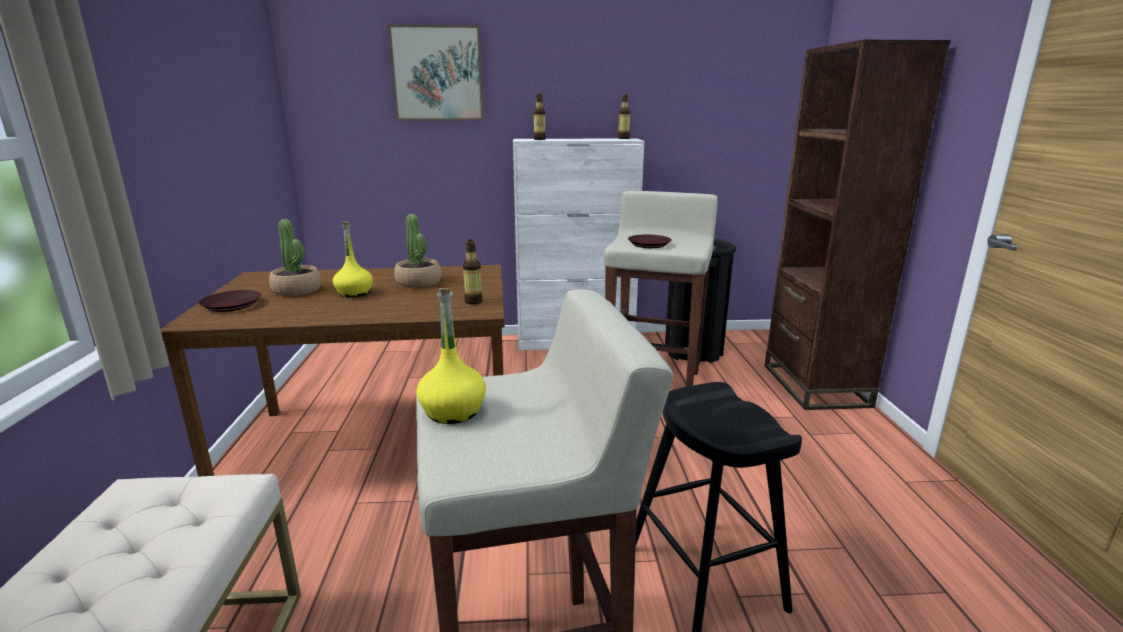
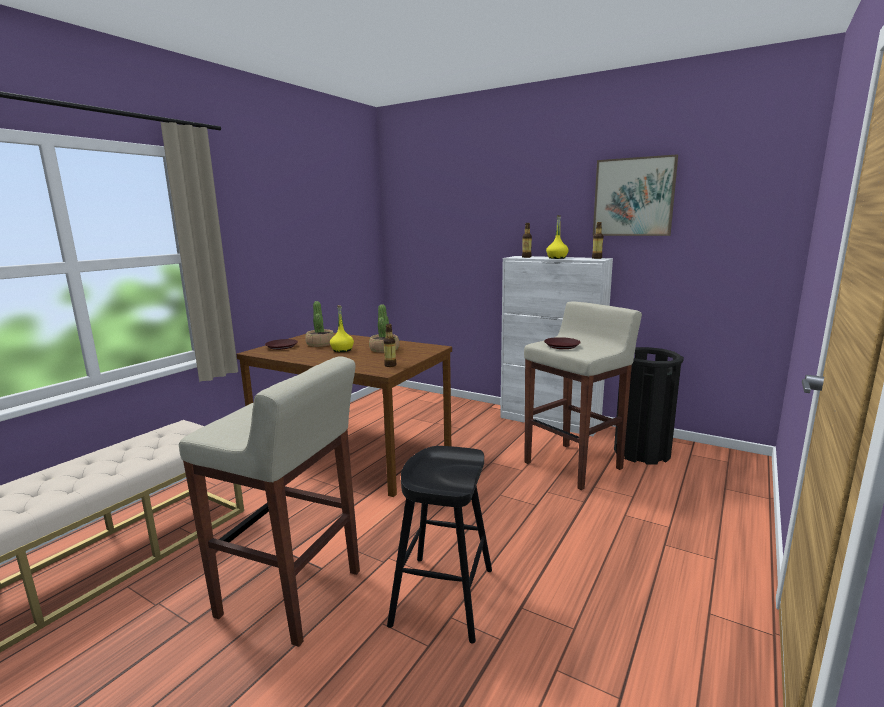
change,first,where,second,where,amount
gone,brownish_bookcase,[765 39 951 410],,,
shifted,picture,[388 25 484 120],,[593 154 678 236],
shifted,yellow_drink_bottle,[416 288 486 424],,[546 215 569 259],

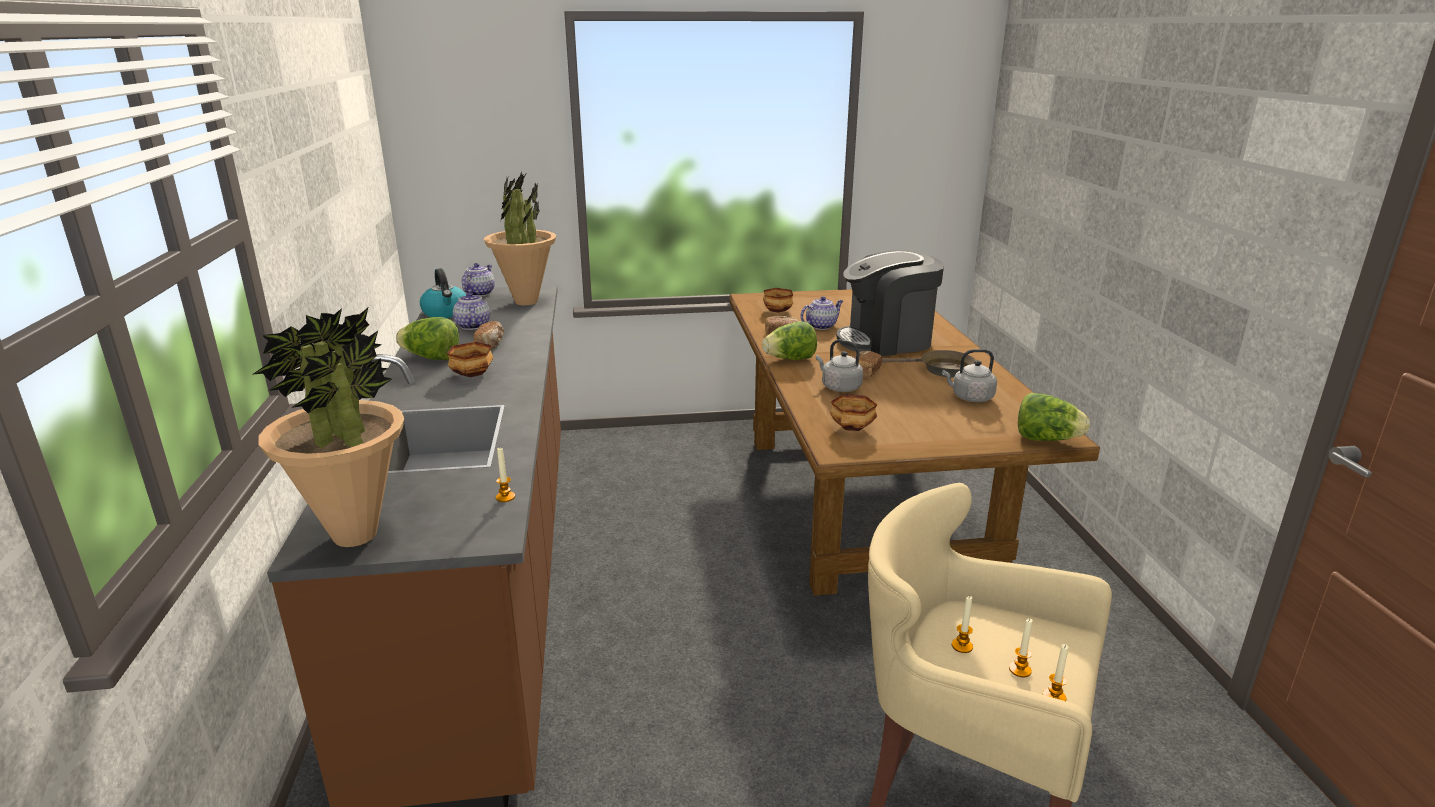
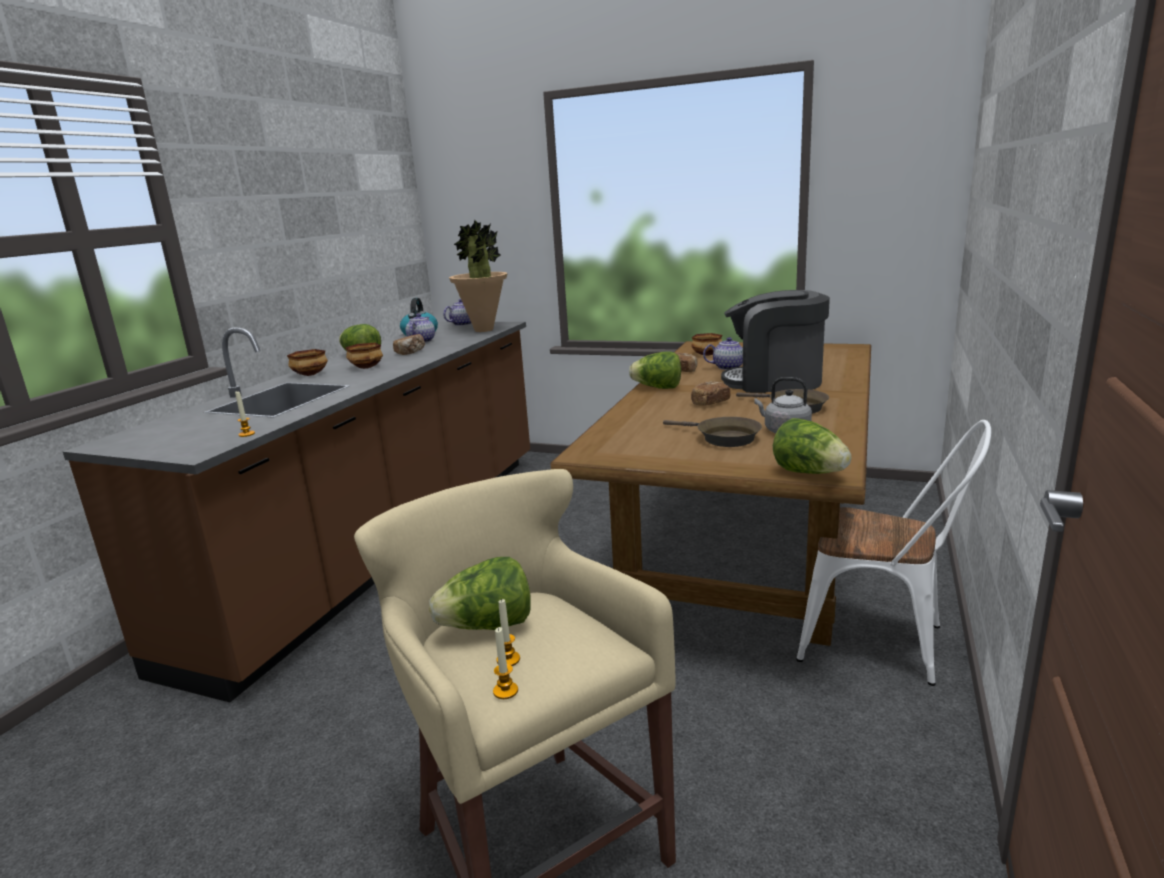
change,first,where,second,where,amount
gone,potted_plant,[252 308 404 547],,,
gone,grey_tea_kettle,[816 339 863 392],,,
new,,,brownish_frying_pan,[663 417 762 447],
new,,,white_chair,[796 420 991 686],
shifted,serving_bowl,[830 394 877 431],,[287 349 328 376],
swapped,candle,[952 596 973 653],lettuce,[429 557 531 630],

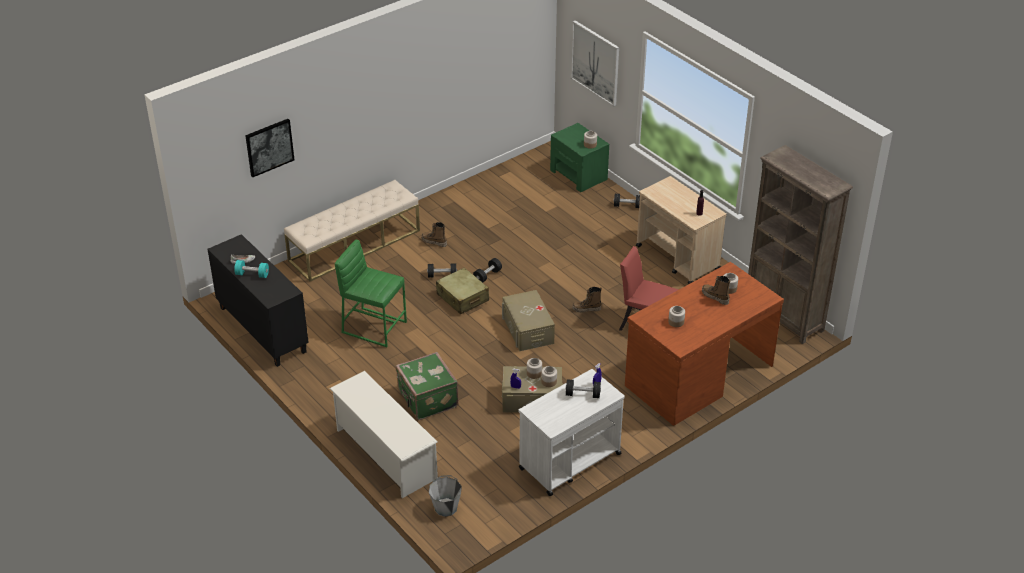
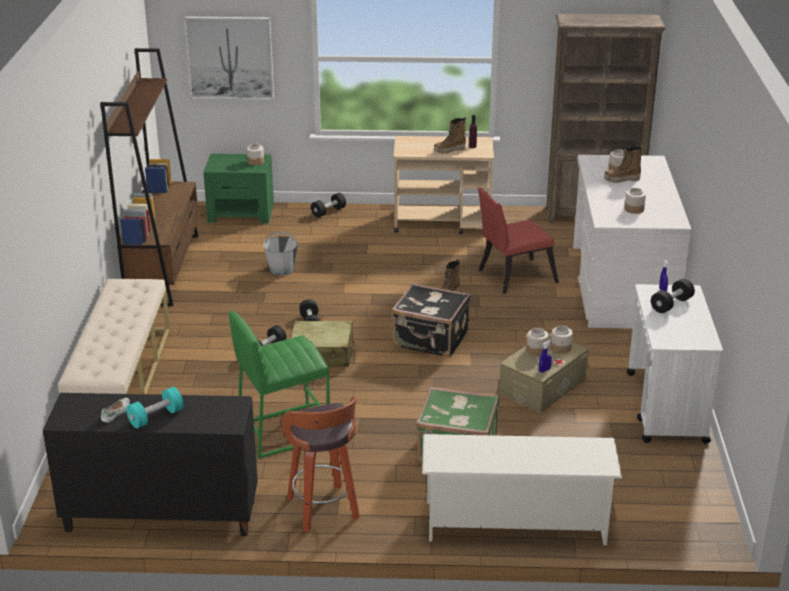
change,first,where,second,where,amount
gone,picture,[245 119 294 177],,,
new,,,brownish_bookcase,[100 48 199 306],
new,,,stool,[280 396 360 532],
shifted,boot,[422 222 447 247],,[434 117 466 154],
shifted,grey_bucket,[429 475 462 517],,[263 232 298 276],
swapped,beige_storage_container,[502 290 555 351],blackish_suitcase,[391 283 470 358],
repainted,brownish_desk,[625 262 784 426],white_desk,[573 155 692 329],

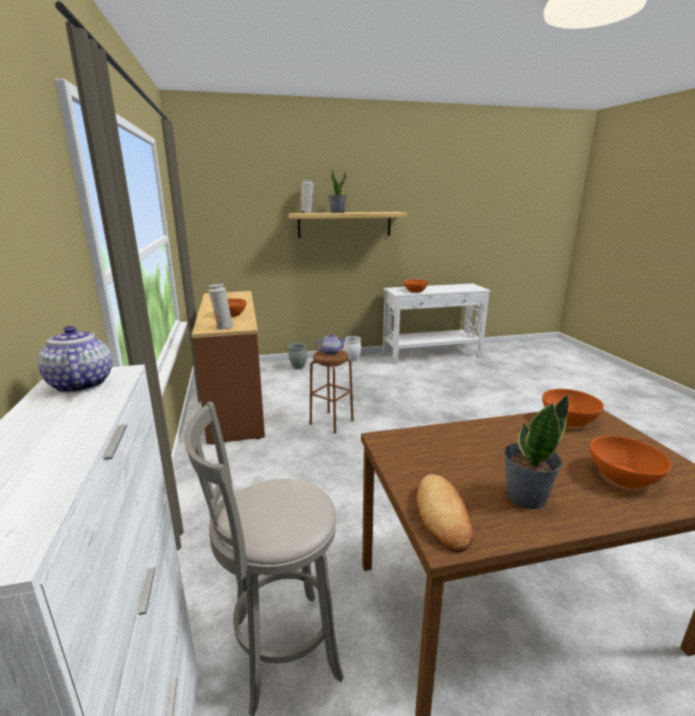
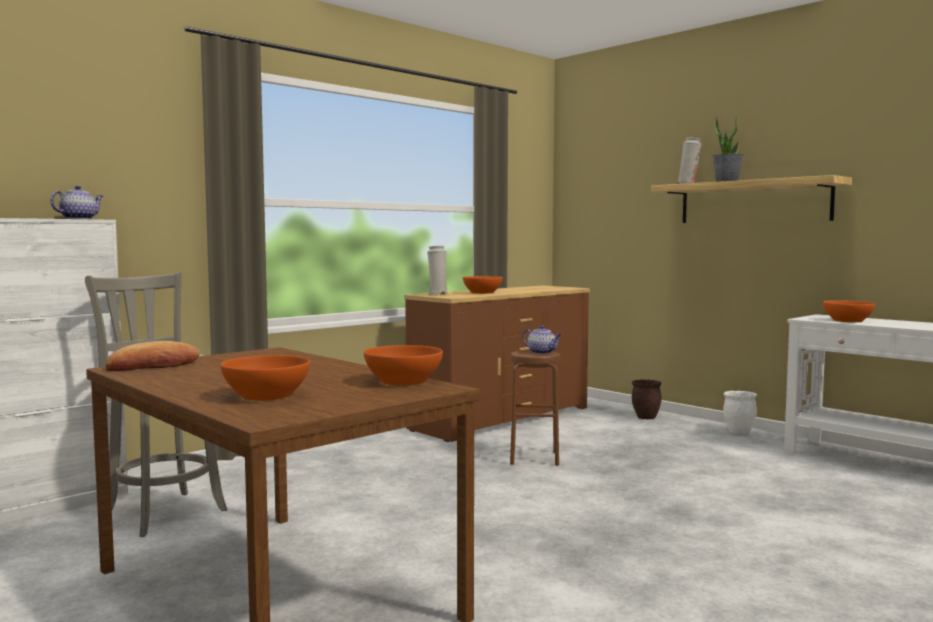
change,first,where,second,where,amount
gone,potted_plant,[504 394 569 510],,,
repainted,grey_planter,[288 343 307 369],brownish_planter,[632 379 661 419],

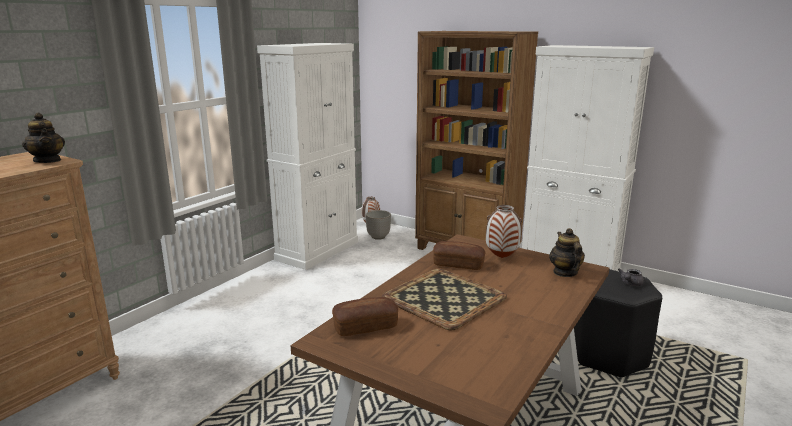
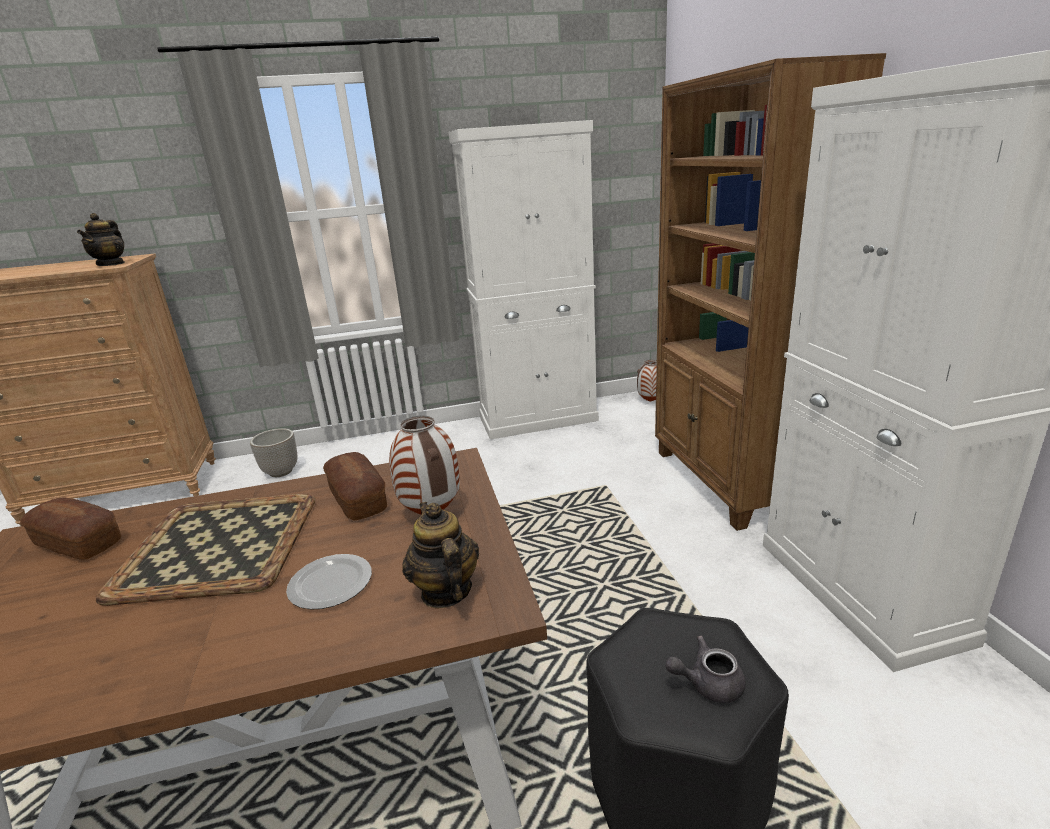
change,first,where,second,where,amount
new,,,dinner_plate,[286 554 372 610],
shifted,planter,[365 210 391 240],,[250 428 297 477],
rotated,pot_for_tea,[549 228 585 277],,[402 502 479 608],60 degrees counterclockwise

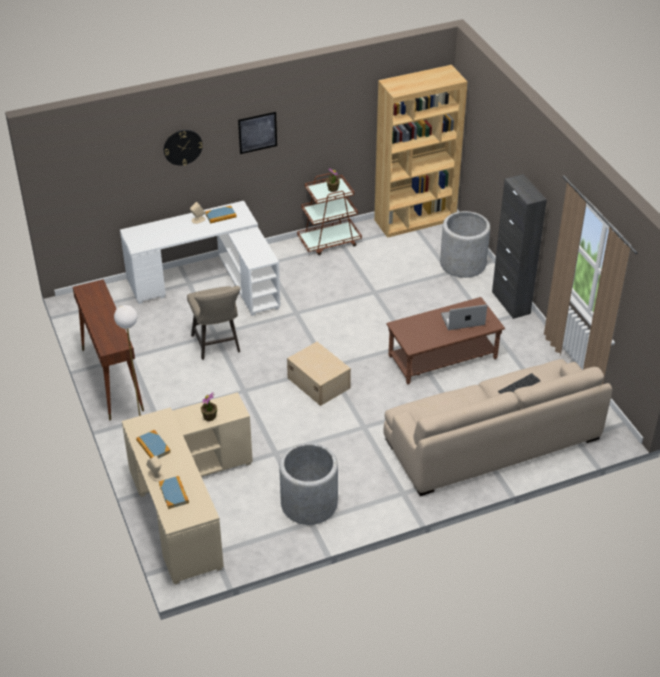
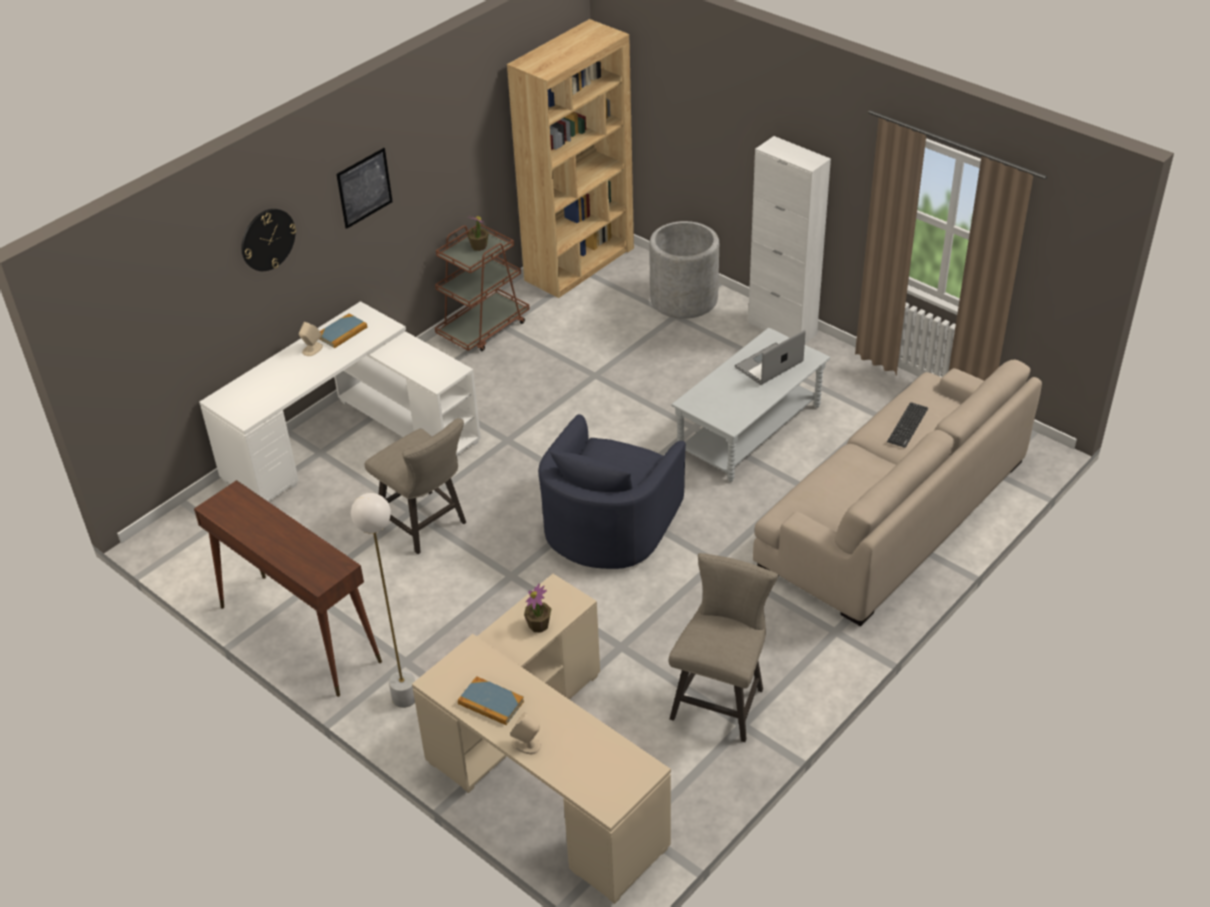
change,first,where,second,where,amount
gone,volume,[159 476 189 509],,,
swapped,grey_planter,[279 443 338 525],beige_stool,[669 553 778 742],
swapped,beige_storage_container,[287 342 351 406],blue_easy_chair,[538 414 686 569],
repainted,brownish_lounge_table,[386 297 505 385],grey_lounge_table,[671 328 830 482],
repainted,blackish_storage_cabinet,[492 174 547 319],white_storage_cabinet,[748 136 831 344],

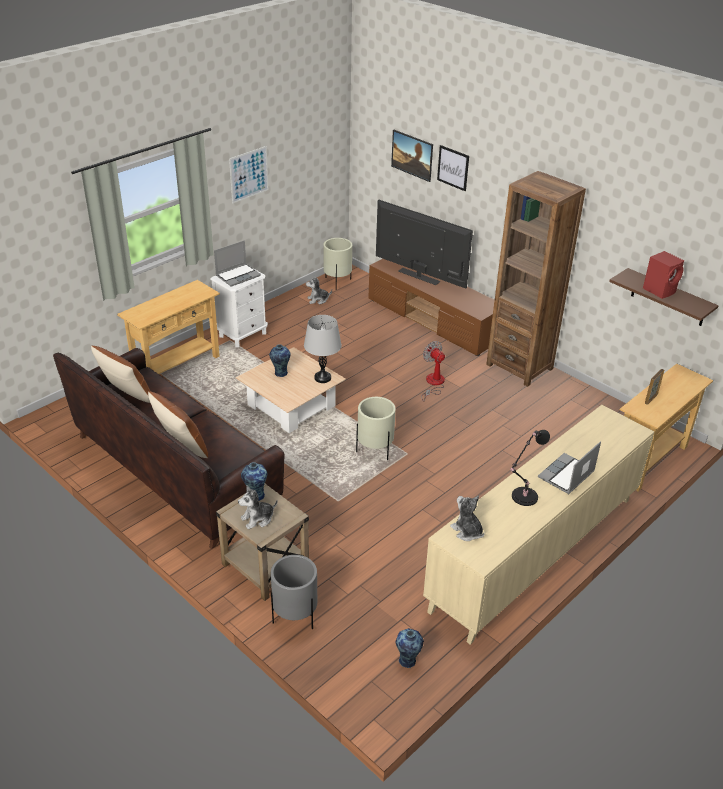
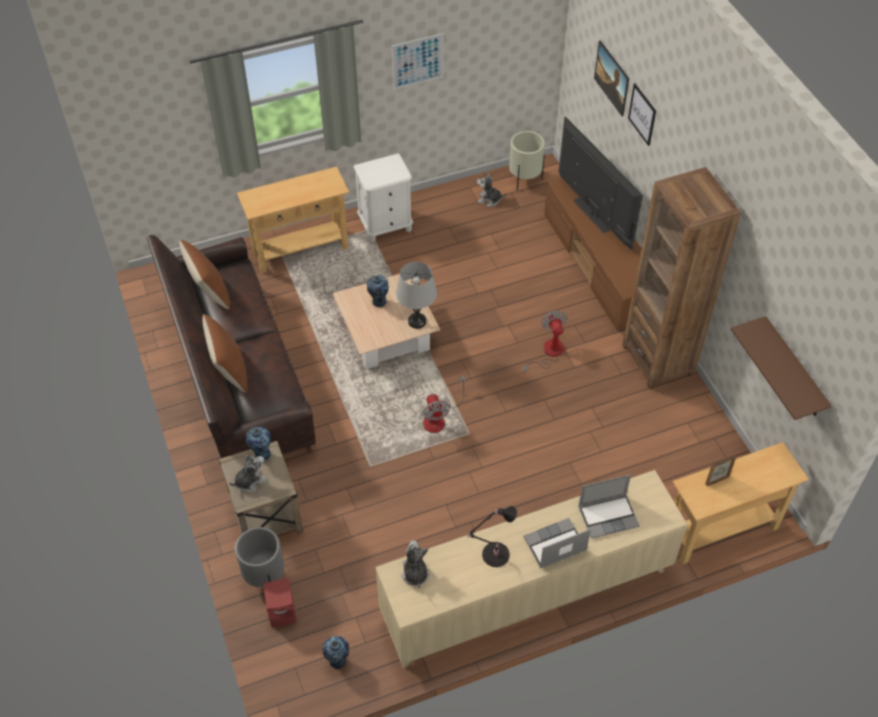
change,first,where,second,where,amount
shifted,notebook_computer,[214 240 261 287],,[578 474 640 539],
shifted,red_speaker,[643 251 684 299],,[263 578 297 627],
swapped,beige_planter,[356 397 396 460],electric_fan,[423 376 465 433],
rotated,plush_toy,[238 486 278 529],,[229 455 267 492],150 degrees clockwise

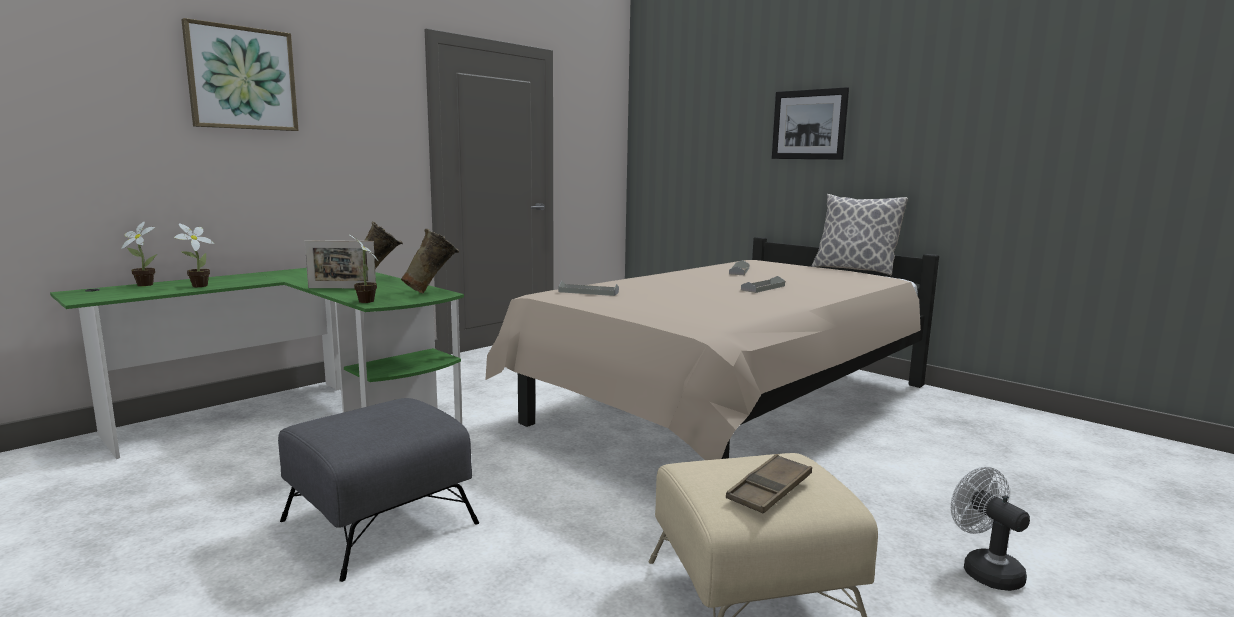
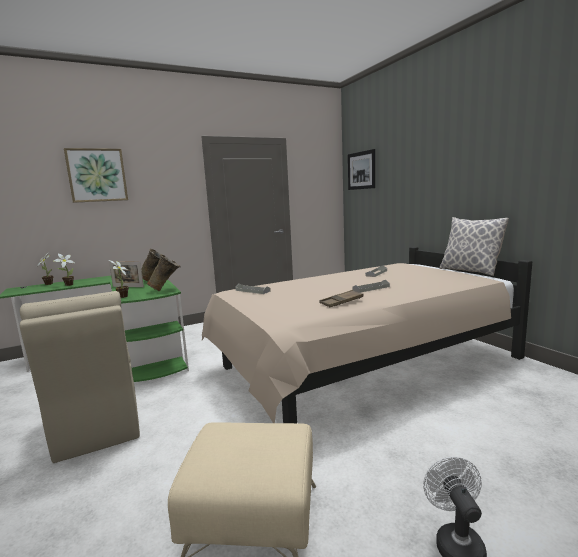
change,first,where,second,where,amount
shifted,brownish_tray,[726 454 812 513],,[319 290 364 307],
shifted,picture,[772 87 849 160],,[348 149 375 190],
swapped,grey_footrest,[278 398 479 582],beige_chair,[19 291 140 463],

